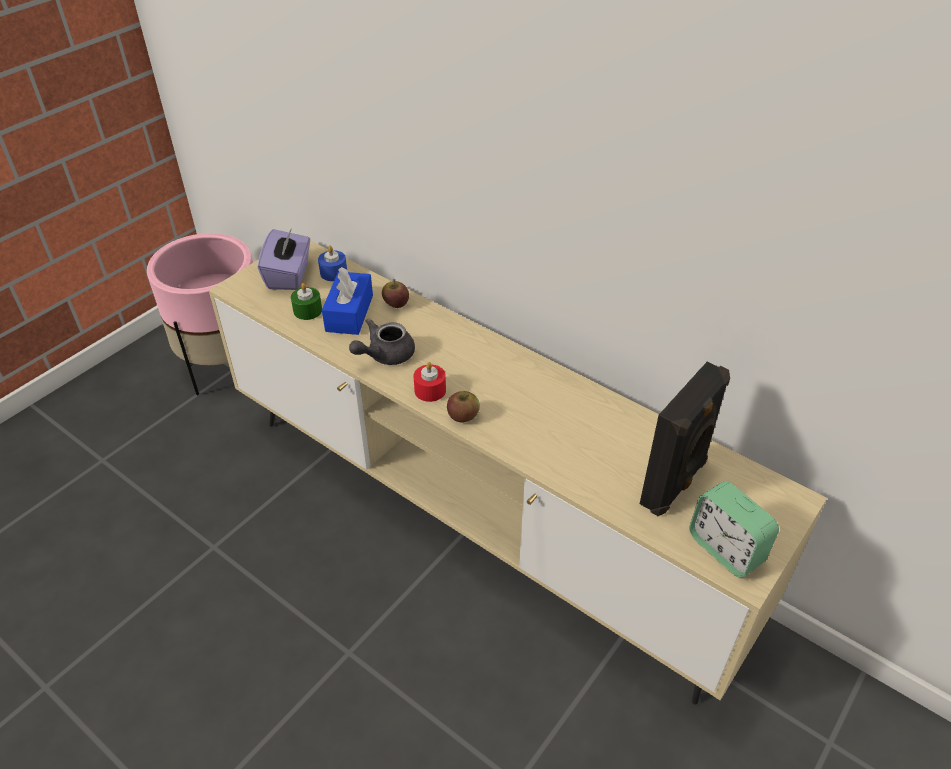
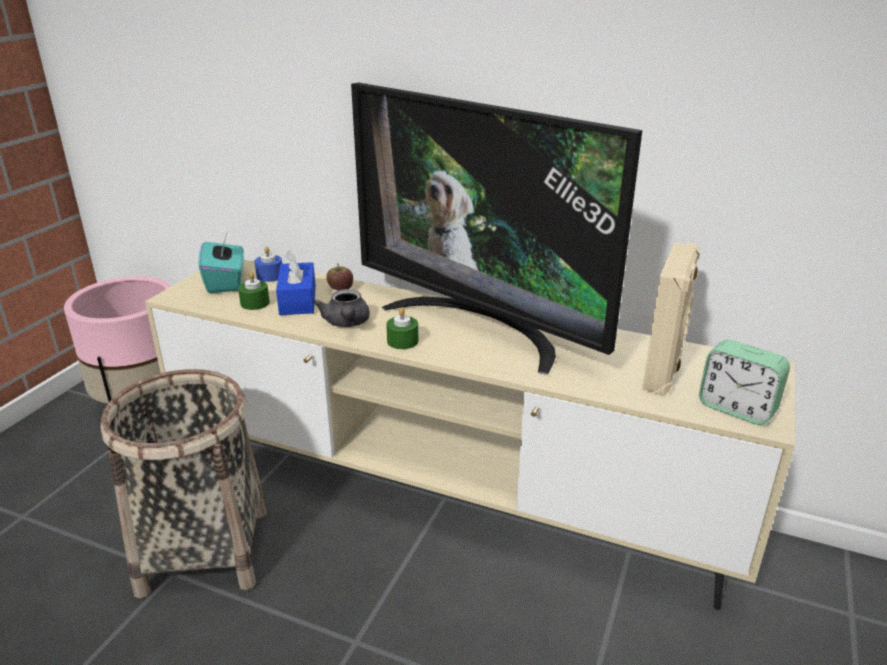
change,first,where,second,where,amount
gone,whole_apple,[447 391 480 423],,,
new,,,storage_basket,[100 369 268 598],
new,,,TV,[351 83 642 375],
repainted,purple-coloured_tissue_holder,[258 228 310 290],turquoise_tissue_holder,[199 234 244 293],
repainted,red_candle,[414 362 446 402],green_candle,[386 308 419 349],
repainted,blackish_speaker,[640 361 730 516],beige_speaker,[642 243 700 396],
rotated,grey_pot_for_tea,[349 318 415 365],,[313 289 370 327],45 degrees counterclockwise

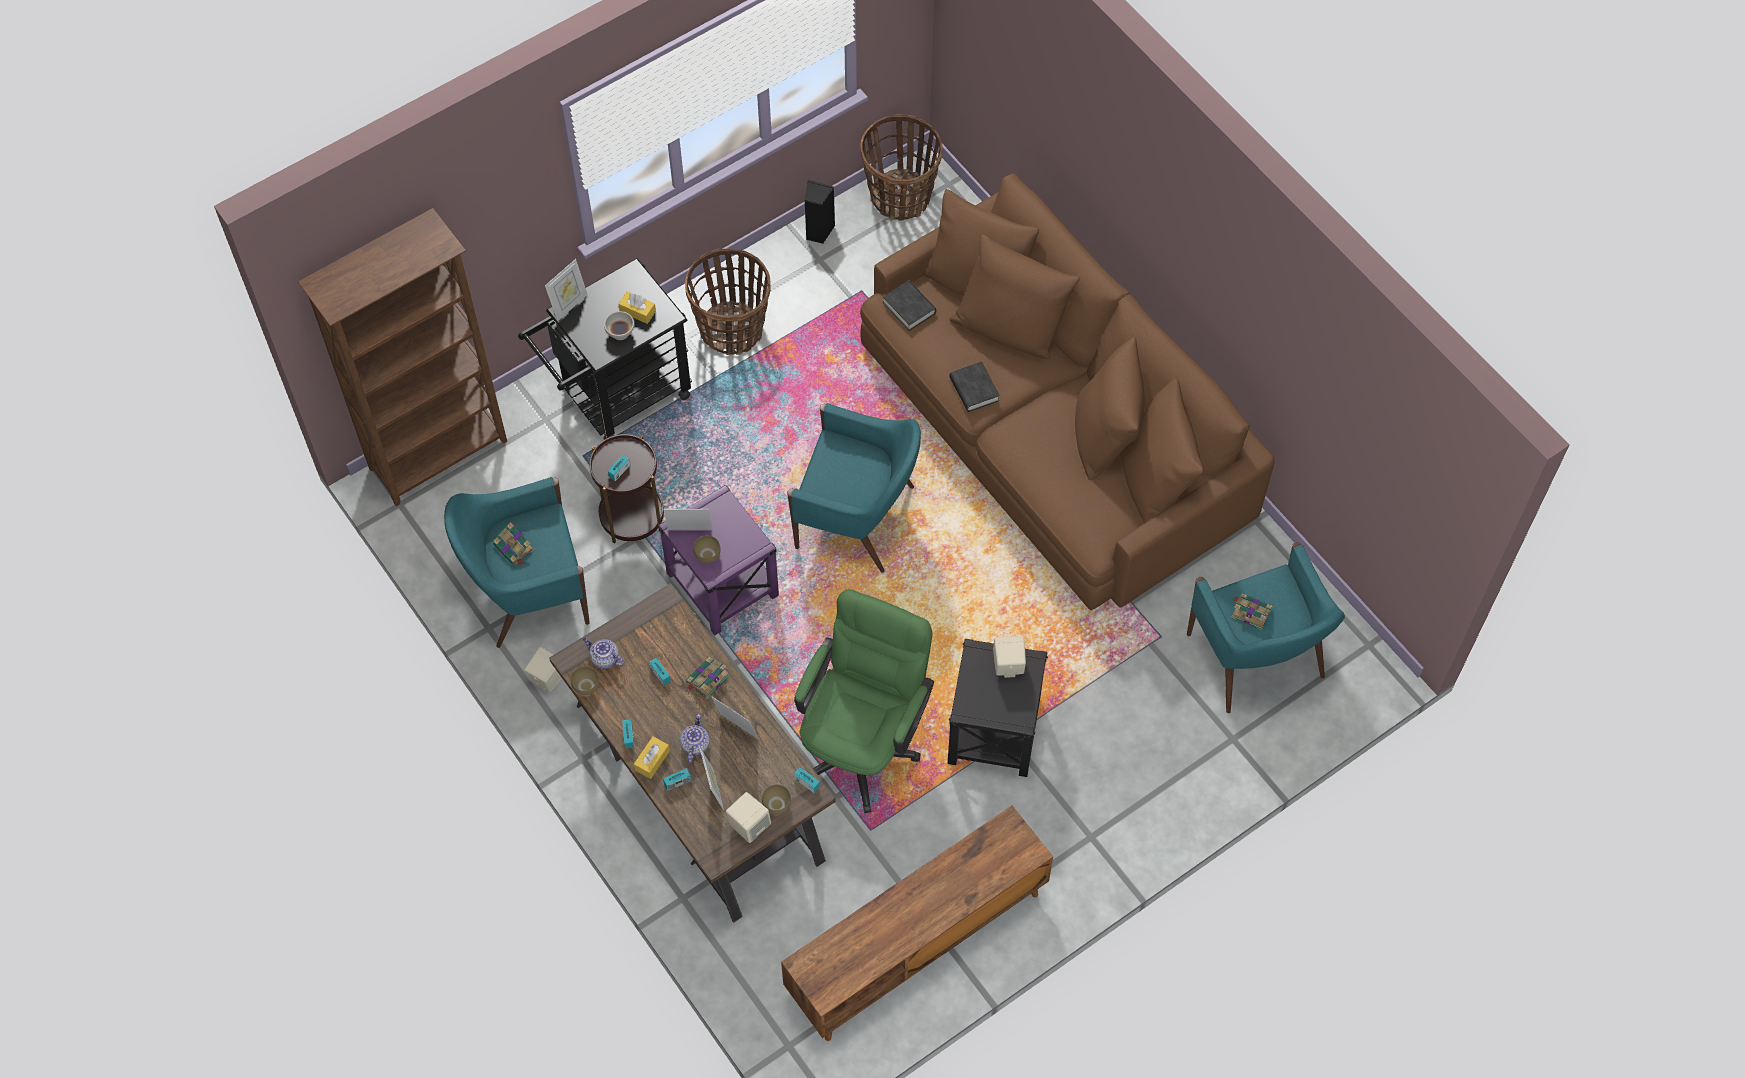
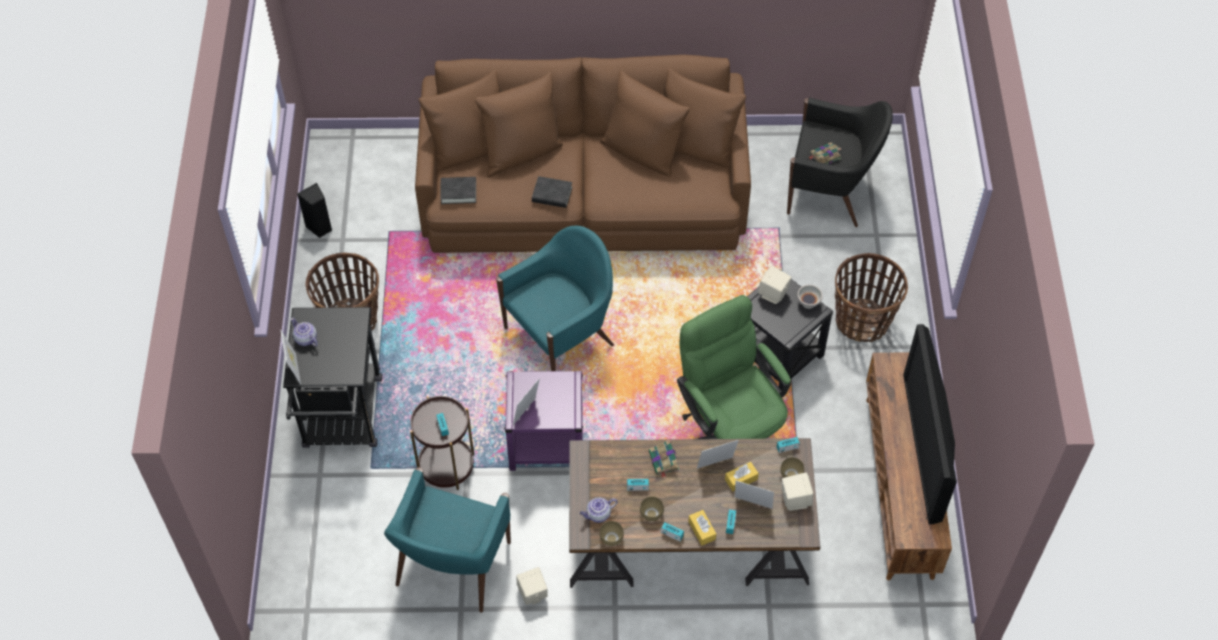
change,first,where,second,where,amount
gone,brownish_bookcase,[298 208 507 506],,,
gone,volume,[493 522 534 566],,,
new,,,TV,[903 324 957 524],
shifted,white_serving_bowl,[604 311 634 340],,[797 285 823 309],
shifted,yellow_tissue_holder,[618 291 656 324],,[725 462 759 491],
shifted,pot_for_tea,[680 714 710 763],,[291 318 318 346],
shifted,brownish_serving_bowl,[693 535 721 563],,[640 497 664 521],
shifted,storage_basket,[860 114 943 221],,[835 253 908 342],
repainted,turquoise_easy_chair,[1187 542 1345 713],blackish_easy_chair,[787 97 893 227],

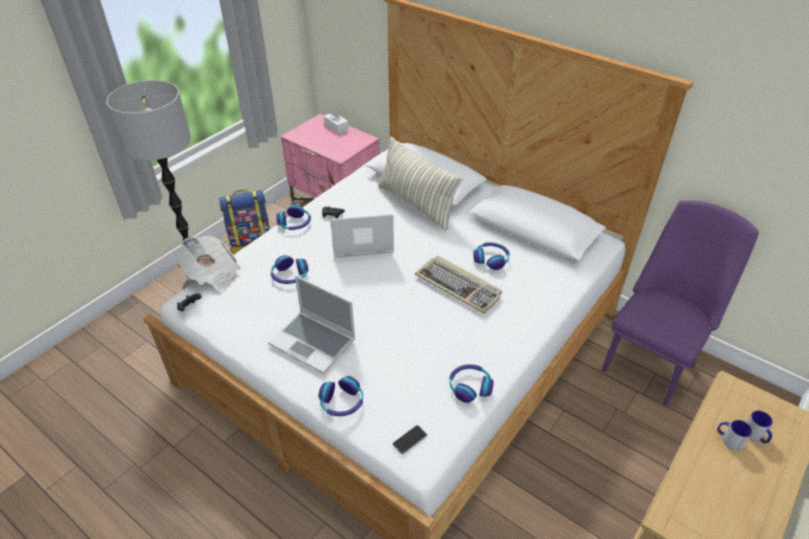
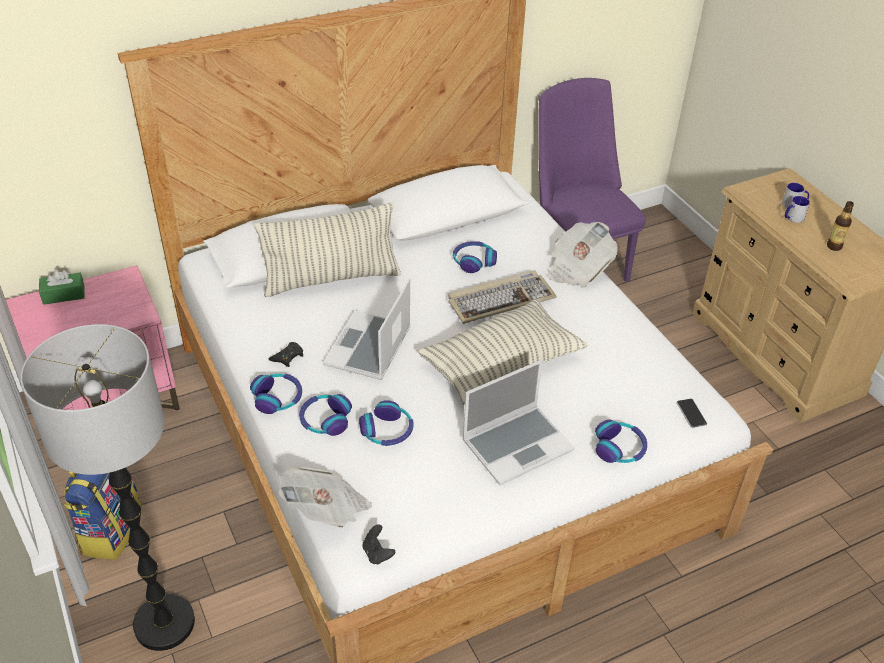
change,first,where,second,where,amount
new,,,pillow,[418 298 587 405],
new,,,printed_paper,[547 222 618 288],
new,,,drink_bottle,[827 201 854 251],
shifted,pair_of_headphones,[449 364 494 403],,[299 394 352 436],
repainted,white_tissue_holder,[324 109 349 134],green_tissue_holder,[39 270 85 305],

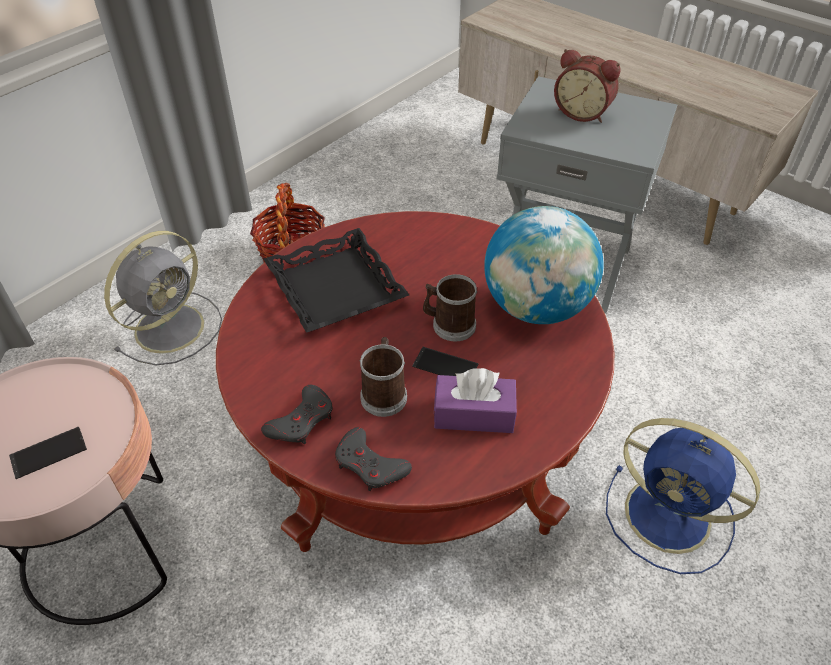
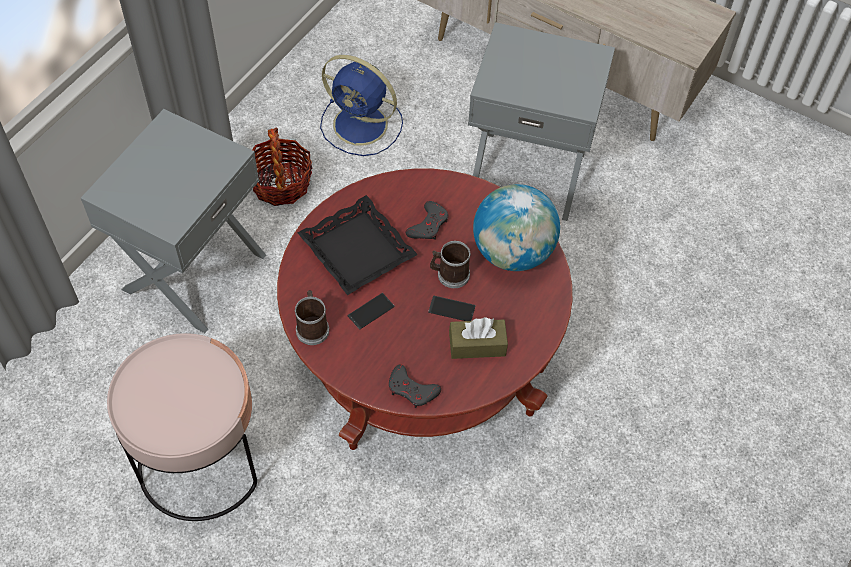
change,first,where,second,where,amount
gone,bedside_clock,[554 49 621 123],,,
shifted,handset,[9 426 87 479],,[347 293 395 330],
shifted,grey_joypad,[261 385 333 444],,[405 201 448 240],
shifted,mug,[360 337 407 417],,[295 290 329 345],
shifted,blue_electric_fan,[606 418 760 574],,[320 55 403 156],
swapped,grey_electric_fan,[104 231 222 366],grey_end_table,[81 109 266 333],
repainted,purple-coloured_tissue_holder,[434 368 517 433],brownish_tissue_holder,[449 317 508 359],

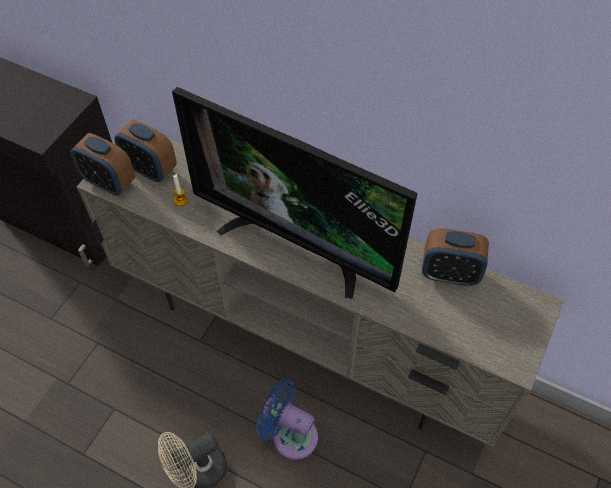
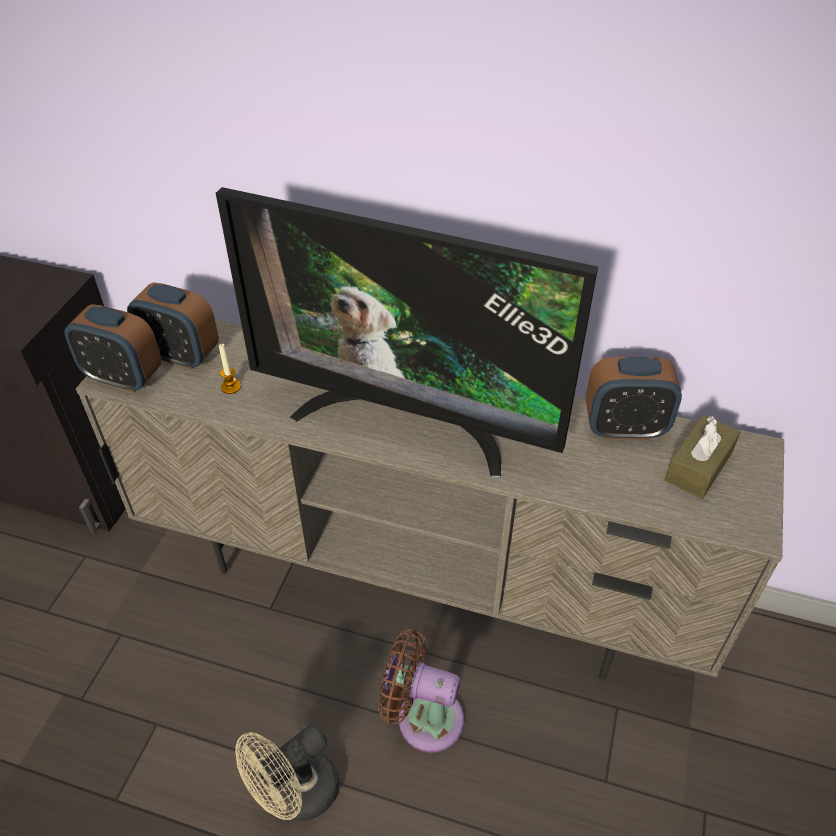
change,first,where,second,where,amount
new,,,brownish_tissue_holder,[665 414 741 499],
repainted,blue_electric_fan,[256 380 318 460],brownish_electric_fan,[378 629 464 753],

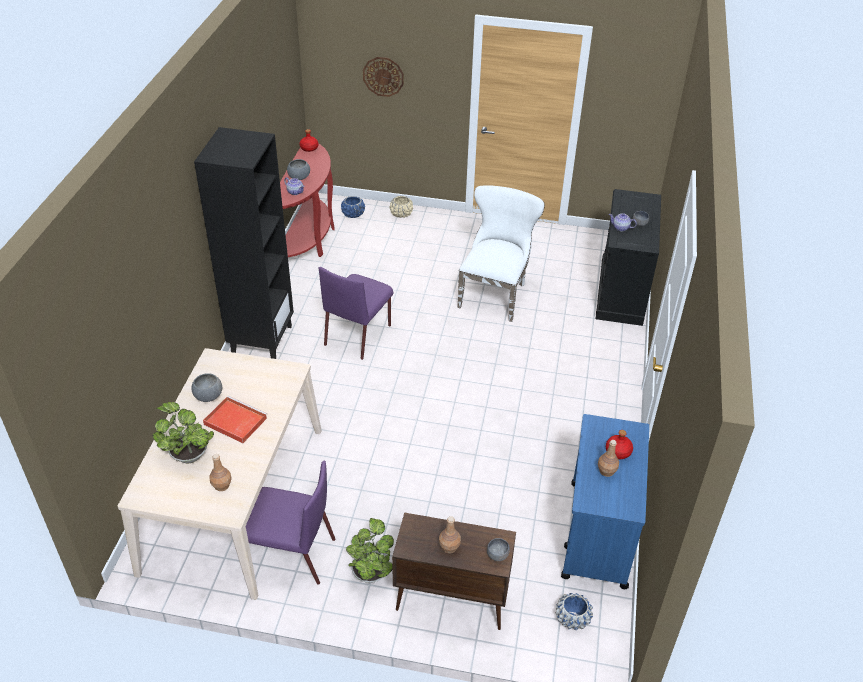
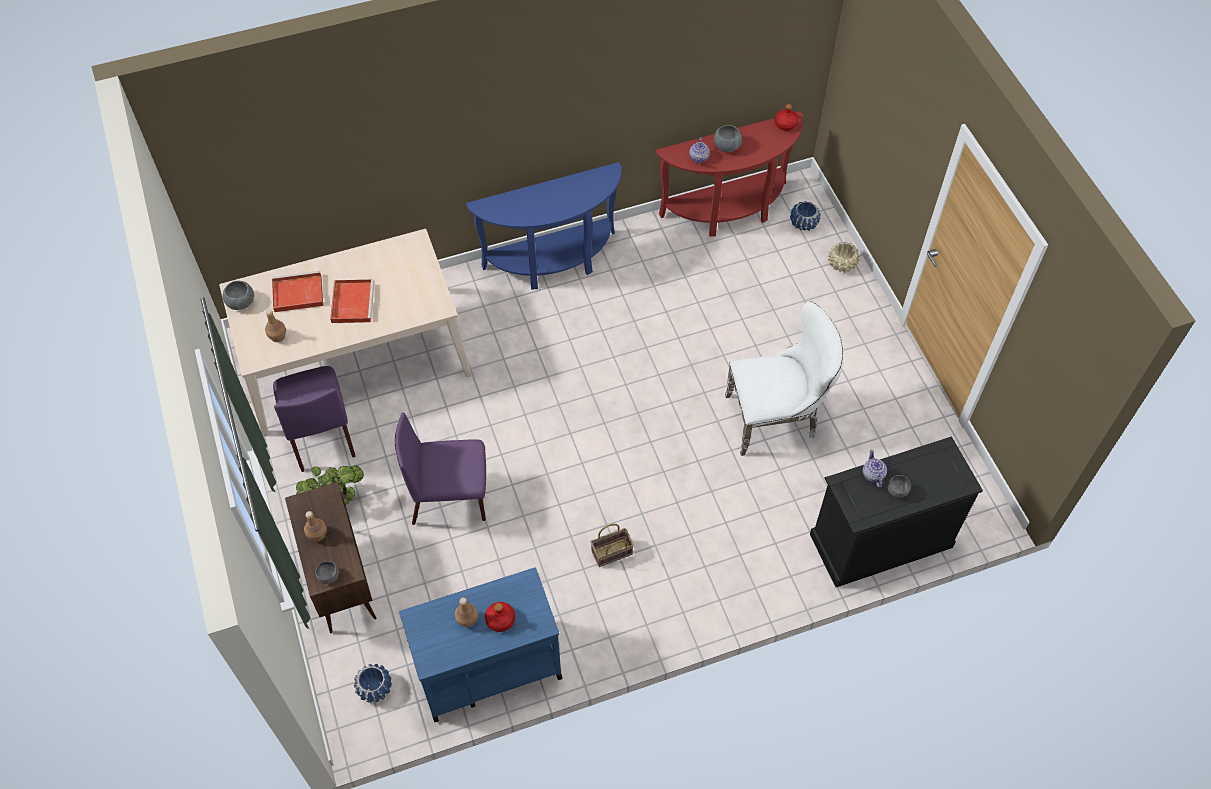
change,first,where,second,where,amount
gone,clock_on_the_wall,[363 57 404 97],,,
new,,,storage_basket,[591 524 634 567],
shifted,grey_serving_bowl,[192 373 222 402],,[222 281 254 310],
shifted,purple-coloured_chair,[319 267 393 360],,[395 412 486 525],
swapped,potted_plant,[153 402 214 463],red_tray,[272 271 323 312],
swapped,blackish_bookcase,[194 127 294 359],blue_hall_table,[466 162 622 289],

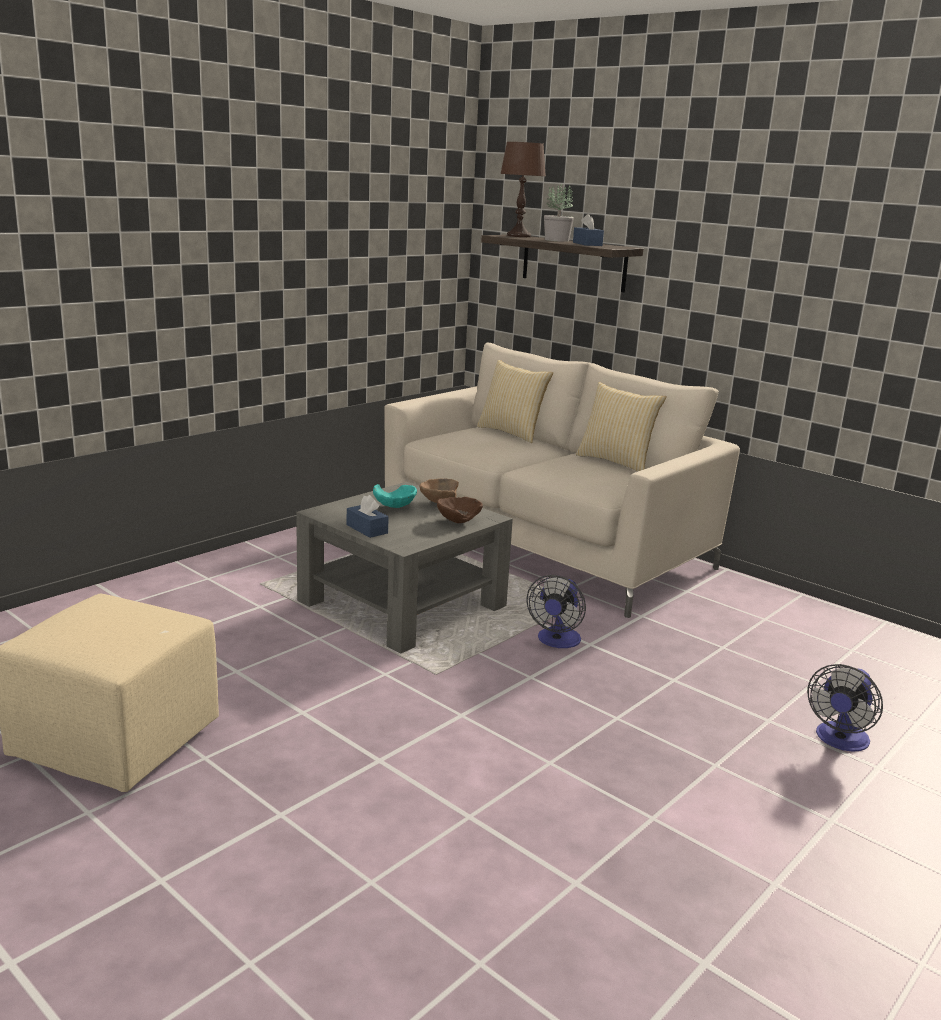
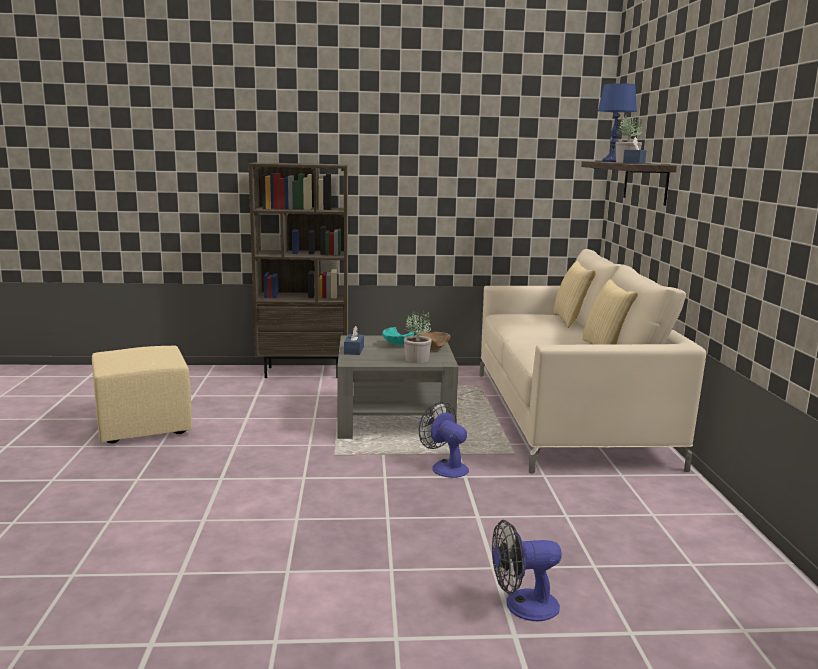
change,first,where,second,where,amount
new,,,brownish_bookcase,[248 162 348 378],
swapped,brownish_serving_bowl,[437 497 483 523],potted_plant,[404 311 432 363],
repainted,brownish_tabletop_lamp,[500 142 546 237],blue_tabletop_lamp,[598 83 637 162],
rotated,electric_fan,[526 575 586 648],,[419 402 469 478],75 degrees clockwise

